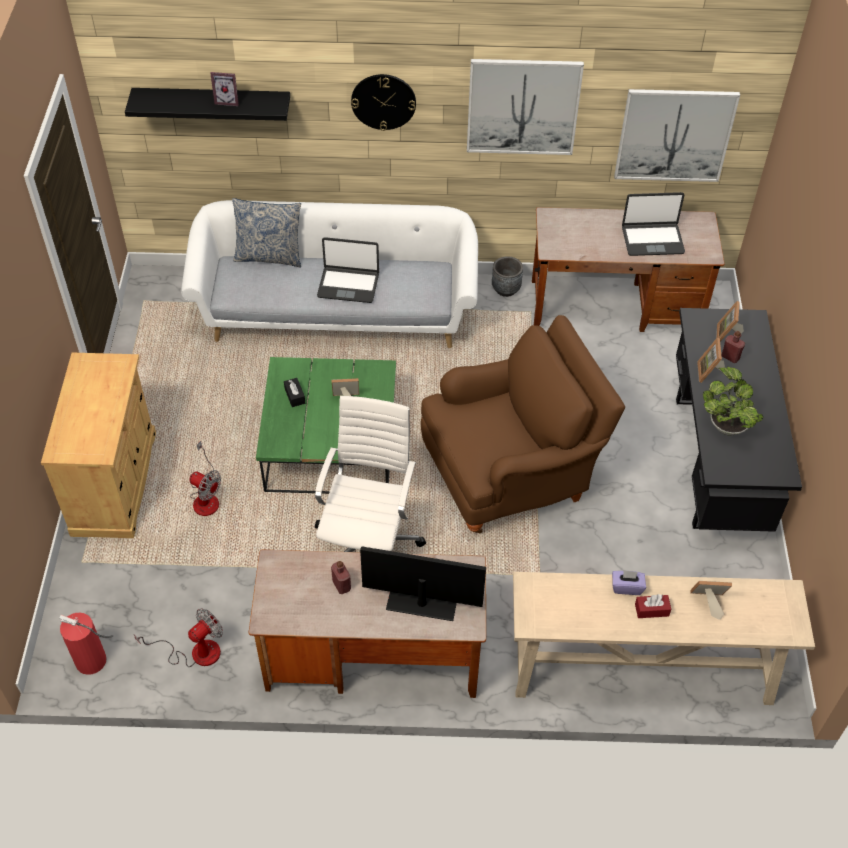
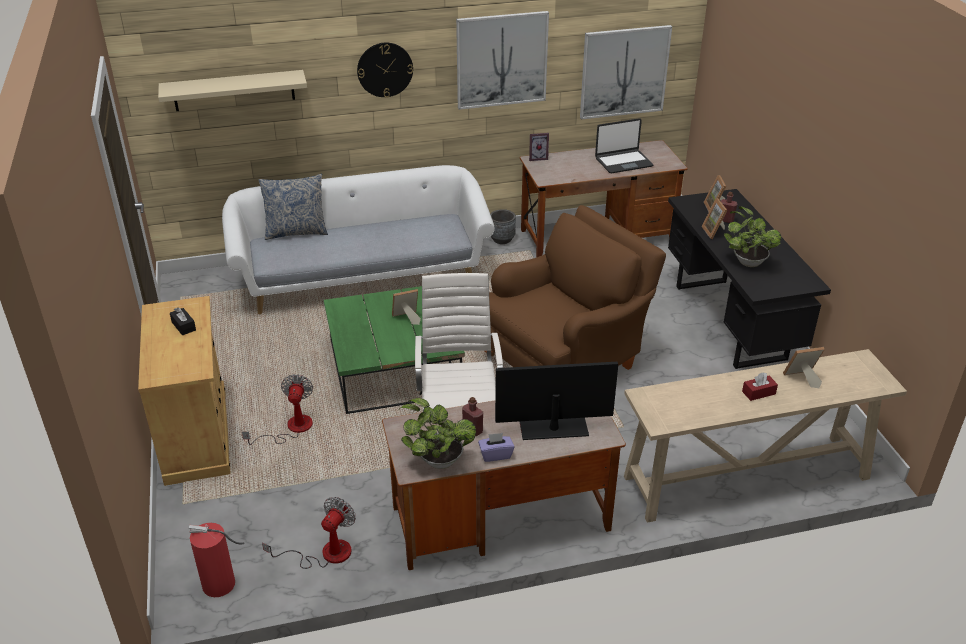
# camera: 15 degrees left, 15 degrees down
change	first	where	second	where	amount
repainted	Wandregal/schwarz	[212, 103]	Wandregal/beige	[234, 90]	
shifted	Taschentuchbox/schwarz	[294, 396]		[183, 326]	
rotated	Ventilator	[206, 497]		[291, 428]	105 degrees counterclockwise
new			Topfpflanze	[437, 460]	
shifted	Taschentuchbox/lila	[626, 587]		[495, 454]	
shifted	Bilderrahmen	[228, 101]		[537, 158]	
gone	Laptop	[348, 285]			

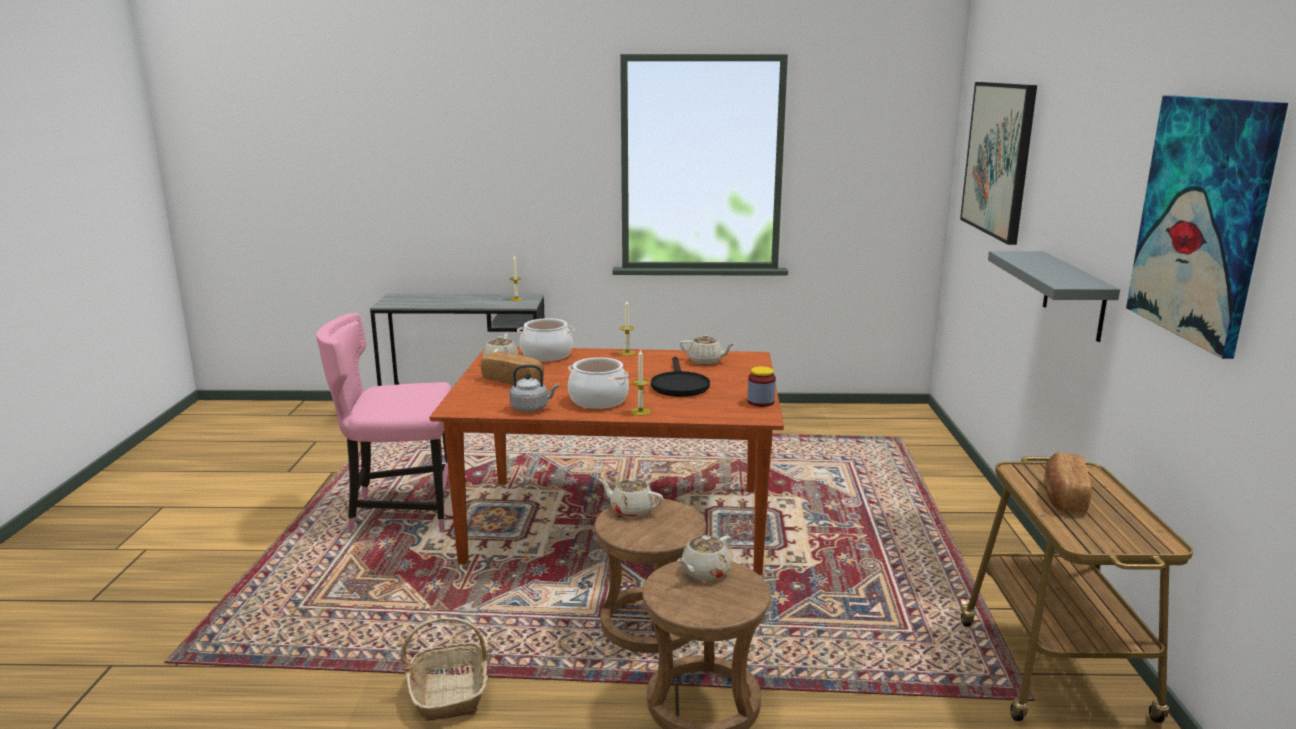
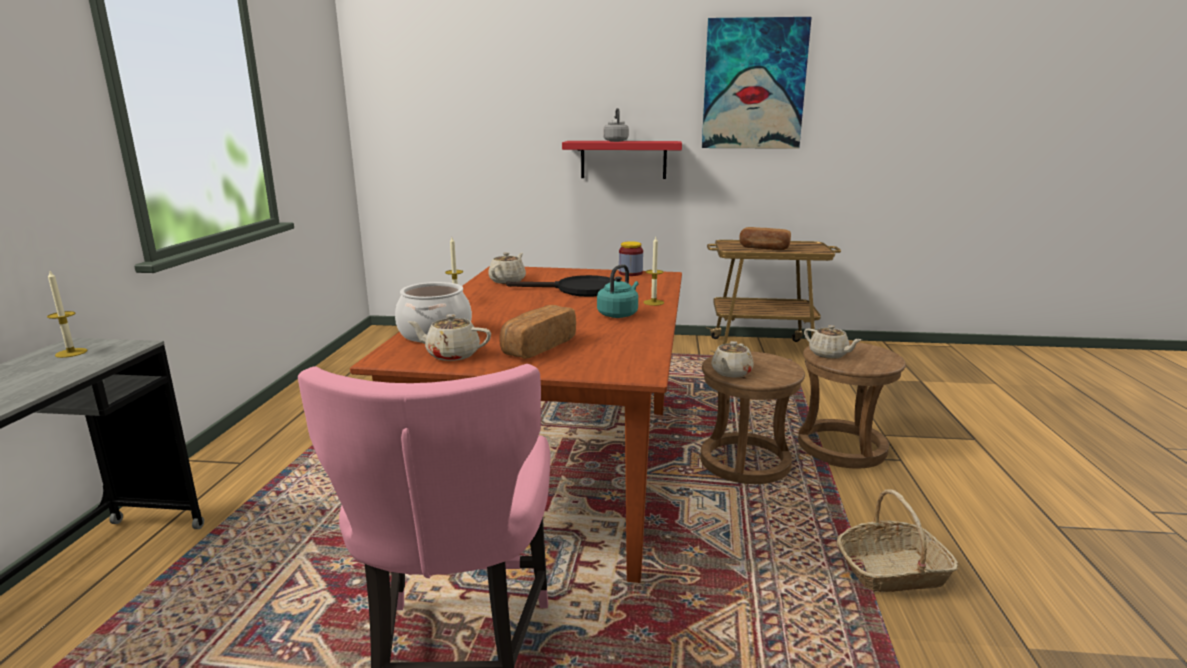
# camera: 85 degrees left, 0 degrees up
change	first	where	second	where	amount
repainted	Wandregal/grau	[1074, 295]	Wandregal/rot	[623, 159]	
swapped	Kochtopf	[599, 400]	Wasserkessel/türkis	[619, 314]	
shifted	Wasserkessel/grau	[531, 408]		[615, 141]	
gone	Bild	[998, 159]			

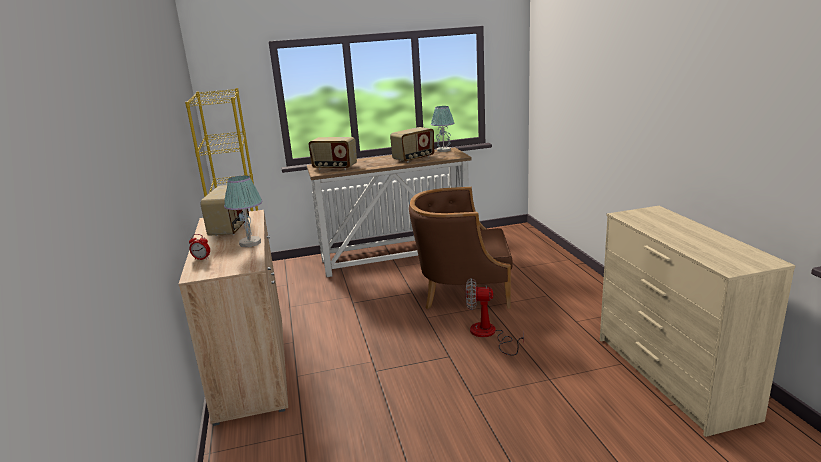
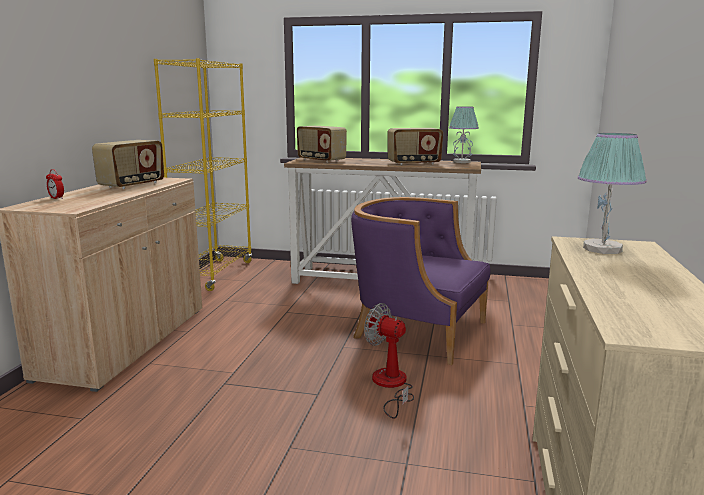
# camera: 25 degrees right, 5 degrees down
change	first	where	second	where	amount
repainted	Sessel/braun	[463, 290]	Sessel/lila	[417, 330]	
shifted	Tischlampe	[250, 243]		[603, 249]	

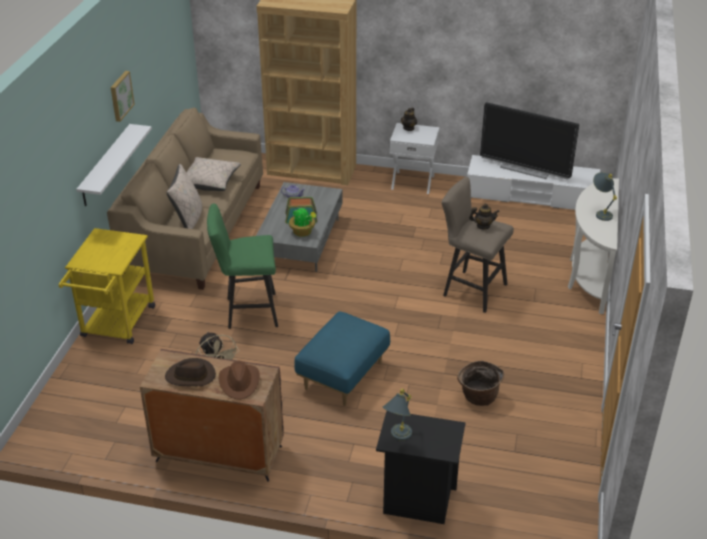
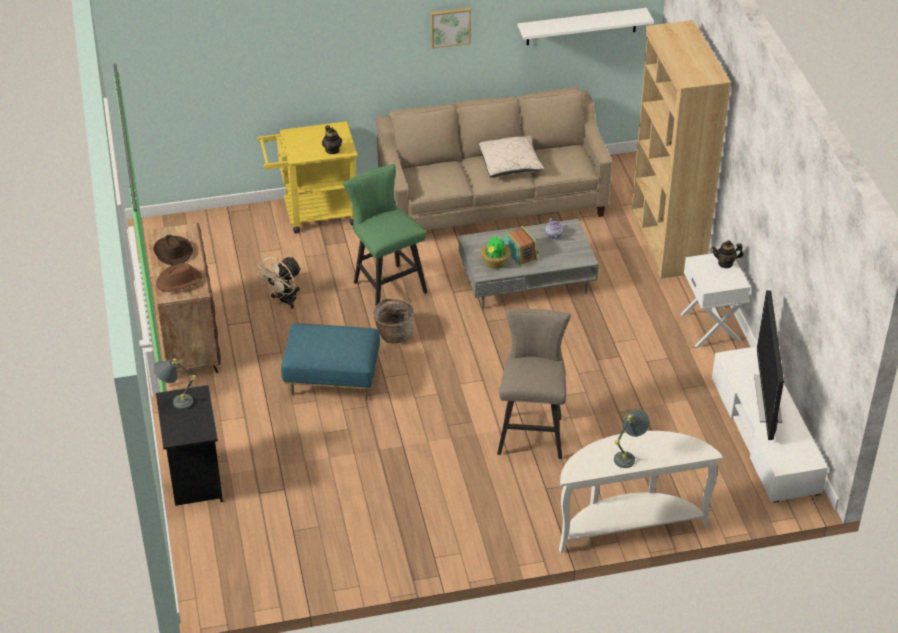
# camera: 65 degrees right, 5 degrees up
change	first	where	second	where	amount
shifted	Teekanne	[483, 226]		[332, 150]	
shifted	Korb	[478, 397]		[393, 334]	
shifted	Wandregal/weiß	[106, 165]		[581, 26]	
gone	Kissen/beige	[188, 219]			

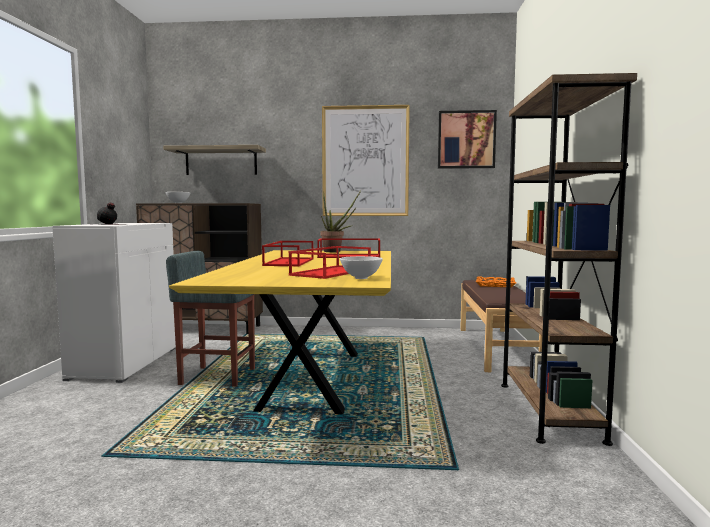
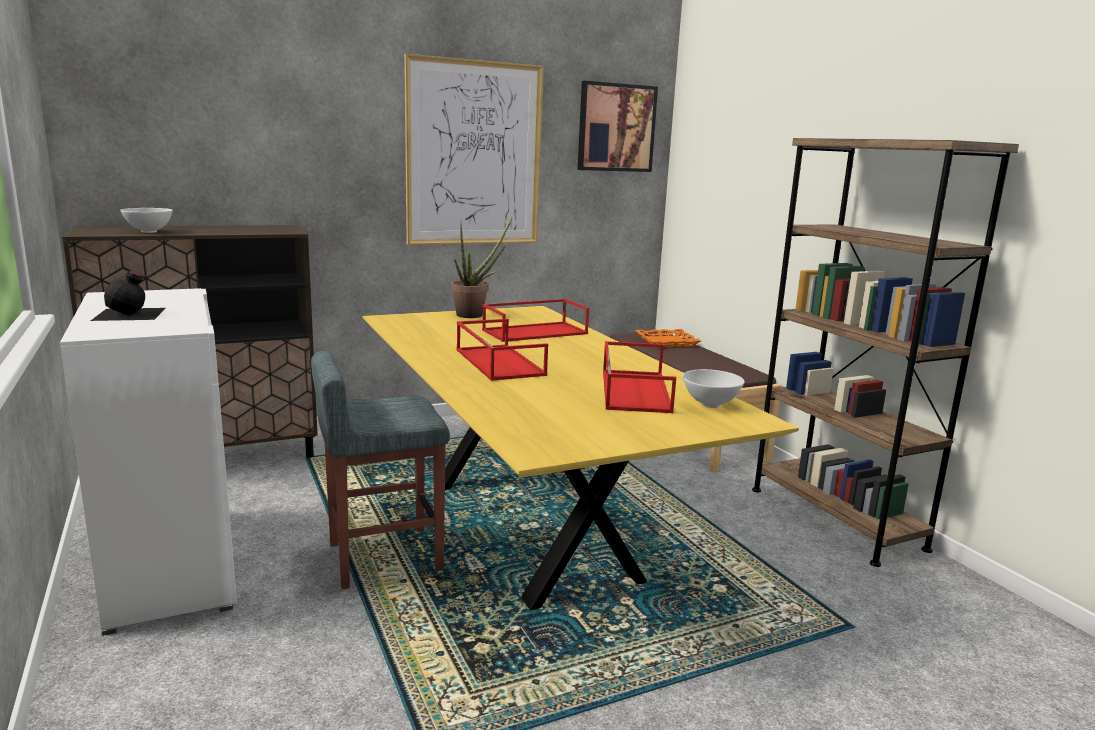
# camera: 30 degrees left, 10 degrees up
change	first	where	second	where	amount
gone	Wandregal	[221, 161]			

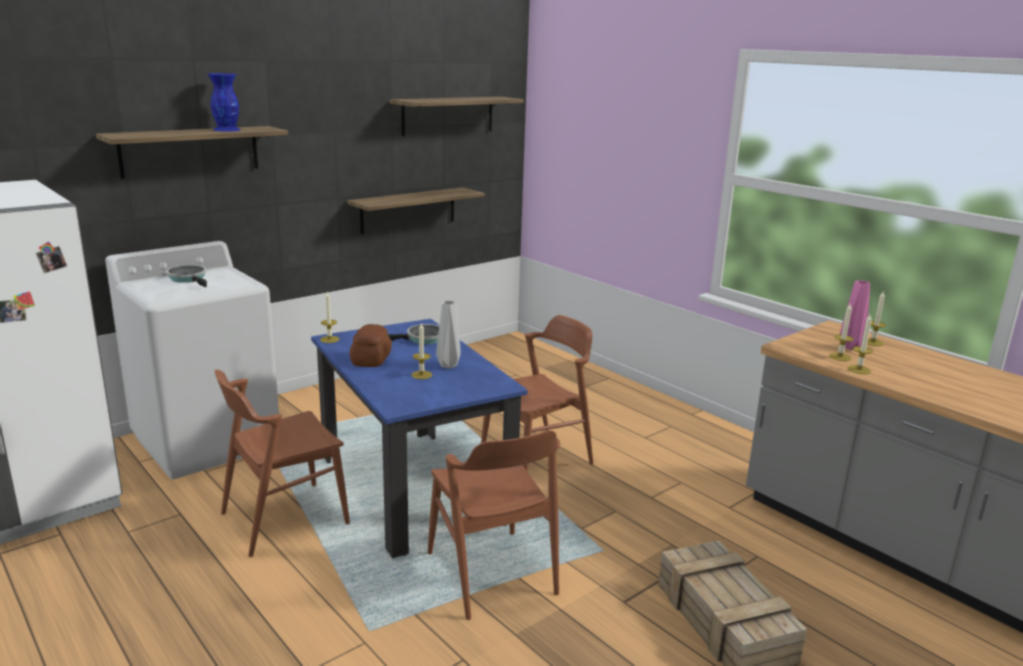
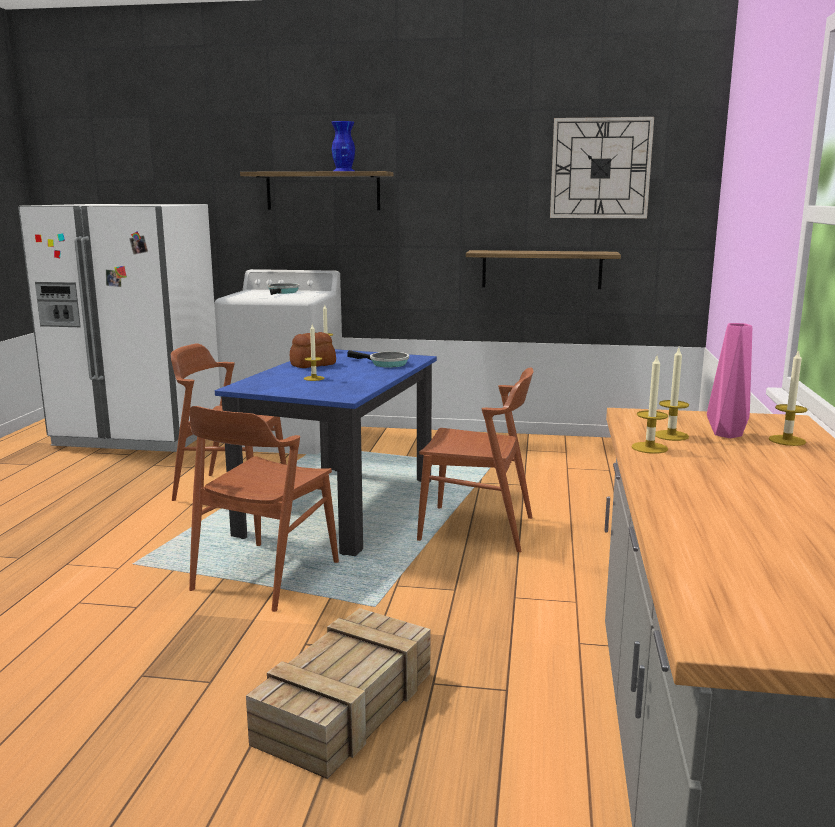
# camera: 50 degrees right, 5 degrees down
change	first	where	second	where	amount
swapped	Wandregal	[448, 115]	Wanduhr	[600, 168]	
gone	Vase/grau	[449, 366]			

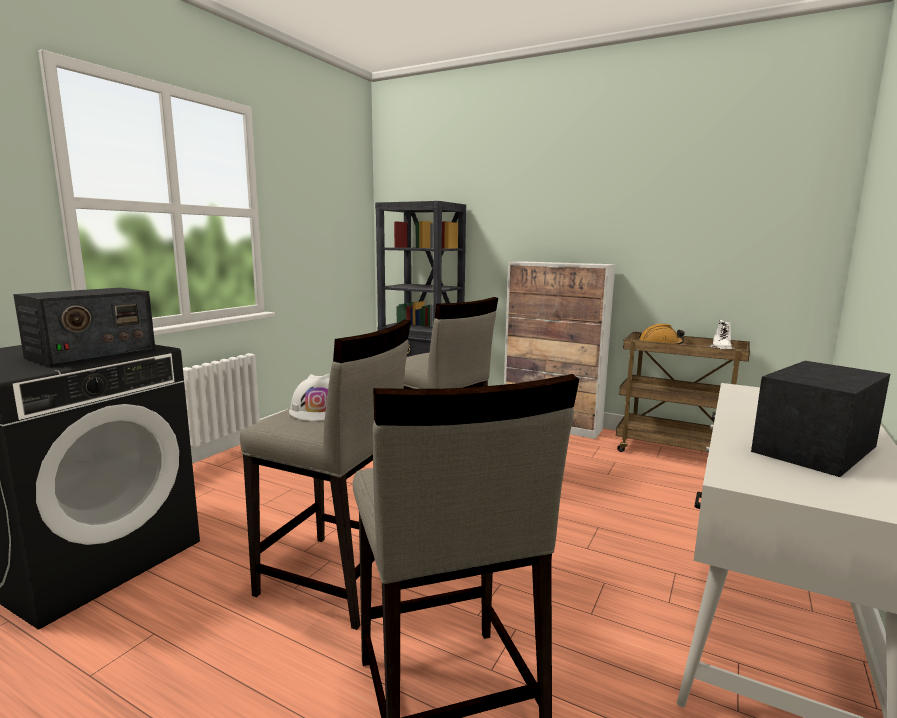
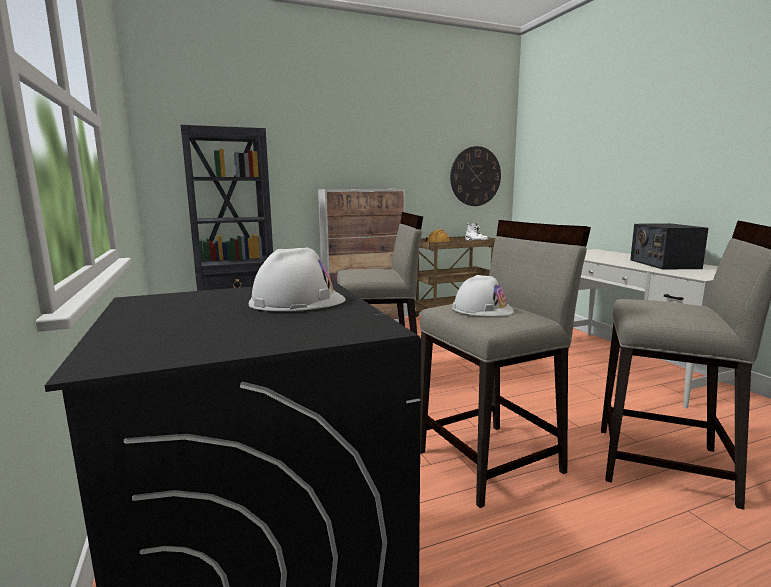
# camera: 50 degrees left, 0 degrees up
change	first	where	second	where	amount
swapped	Radio	[91, 354]	Schutzhelm/weiß	[297, 301]	
new			Wanduhr	[475, 176]	

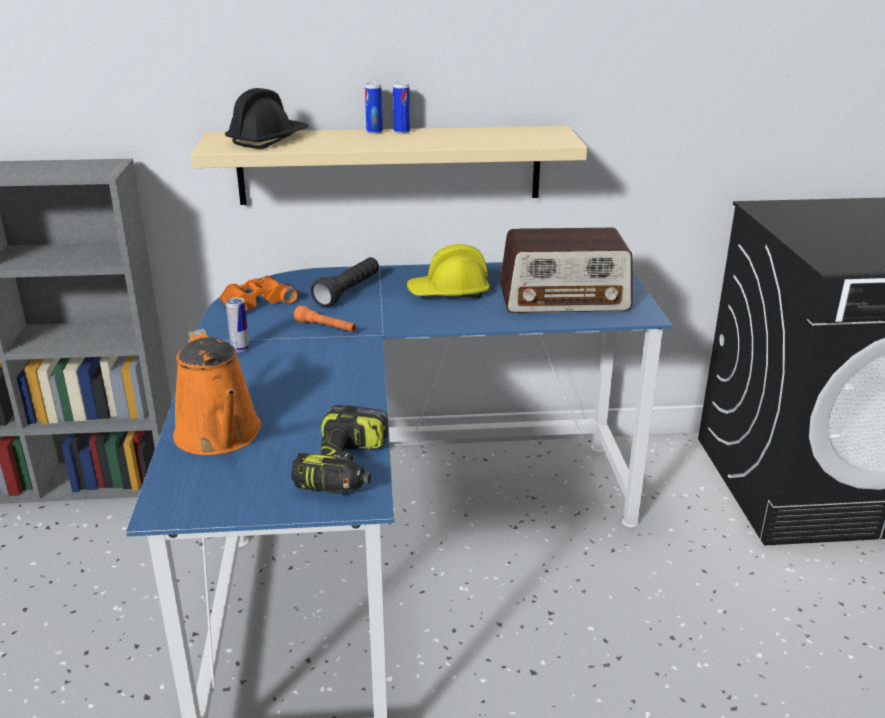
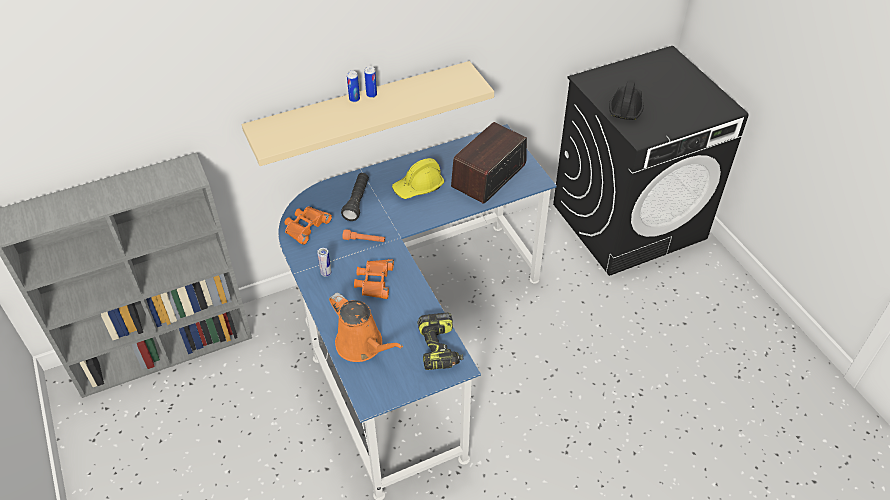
# camera: 20 degrees left, 20 degrees up
change	first	where	second	where	amount
new			Fernglas/orange	[374, 281]	
rotated	Radio	[564, 299]		[488, 176]	150 degrees clockwise
shifted	Schutzhelm/schwarz	[268, 140]		[625, 107]	

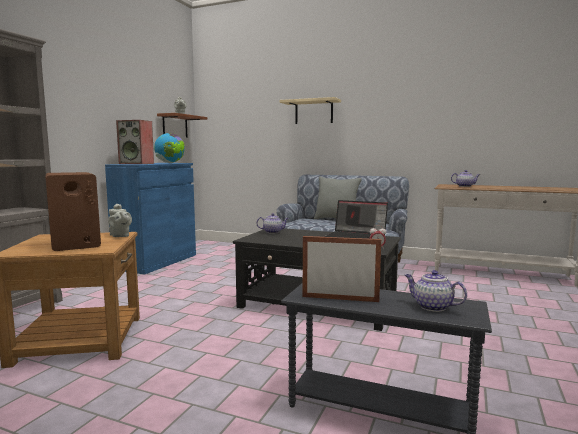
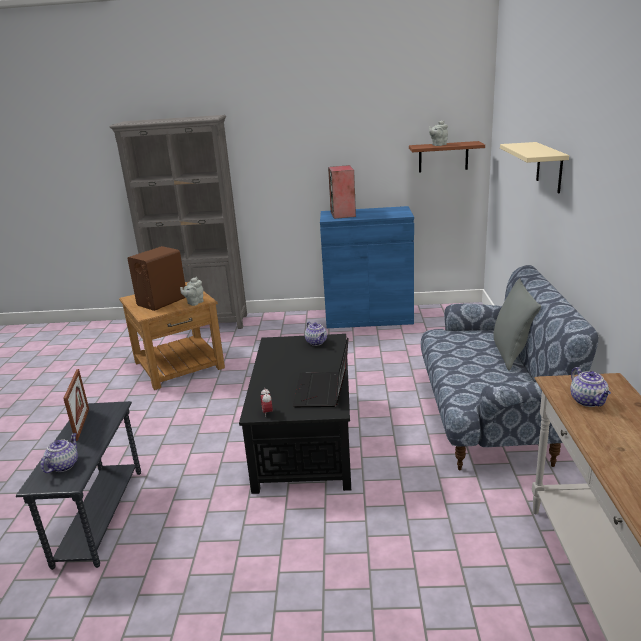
# camera: 70 degrees right, 15 degrees up
change	first	where	second	where	amount
gone	Globus	[170, 163]			

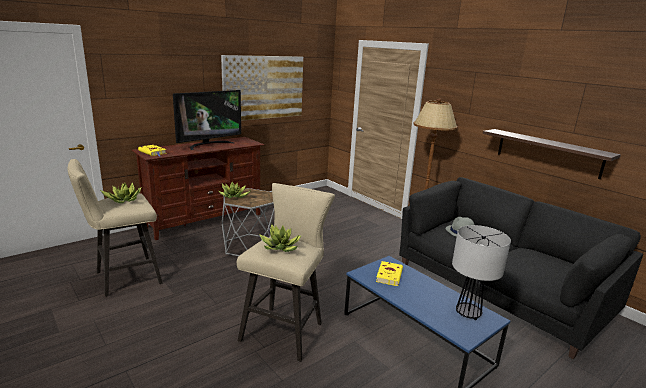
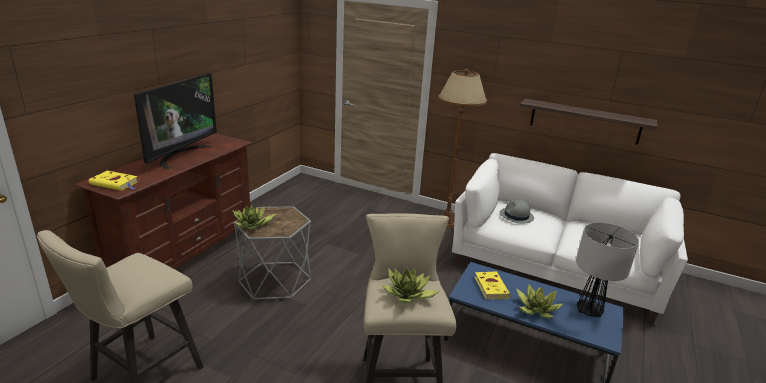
# camera: 25 degrees left, 5 degrees up
change	first	where	second	where	amount
repainted	Sofa/schwarz	[499, 289]	Sofa/weiß	[555, 266]	
shifted	Topfpflanze	[124, 199]		[535, 309]	
gone	Bild	[264, 87]			

